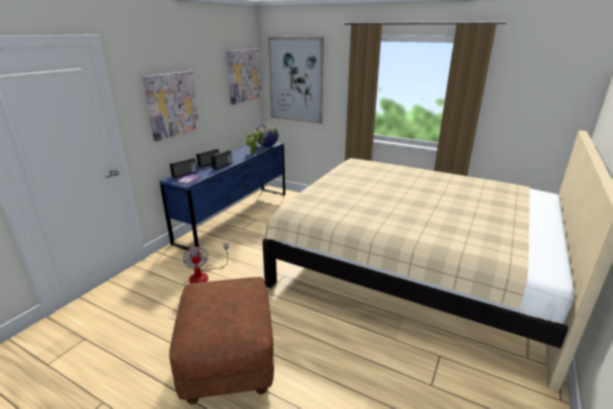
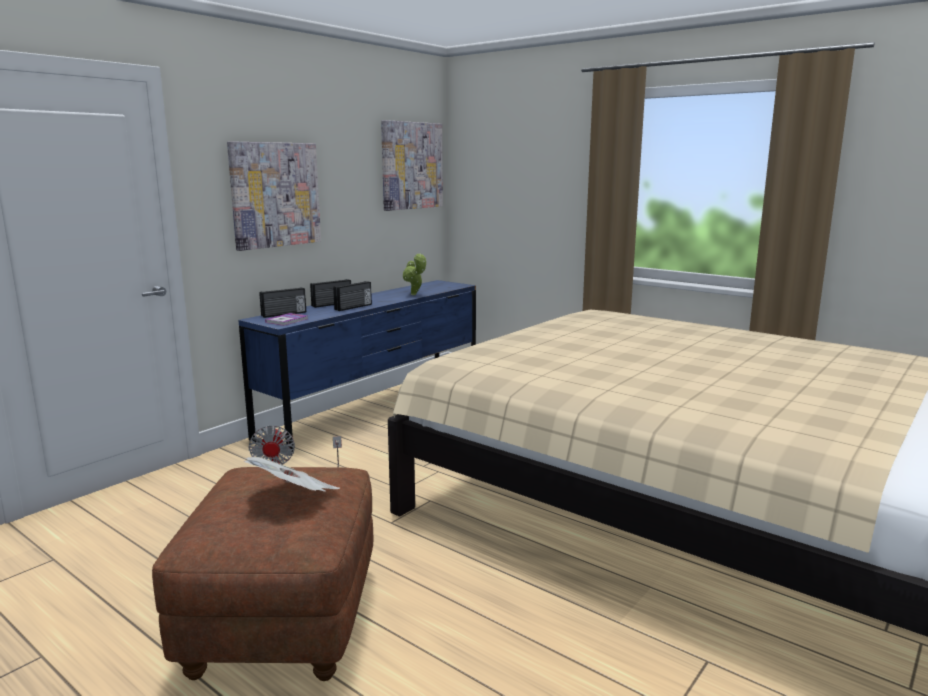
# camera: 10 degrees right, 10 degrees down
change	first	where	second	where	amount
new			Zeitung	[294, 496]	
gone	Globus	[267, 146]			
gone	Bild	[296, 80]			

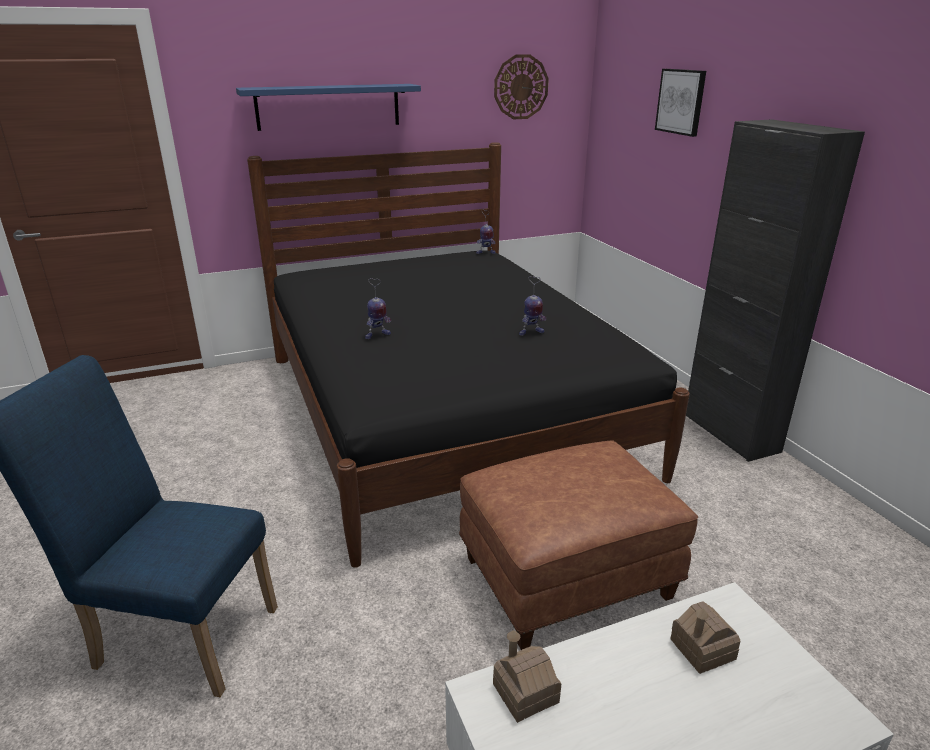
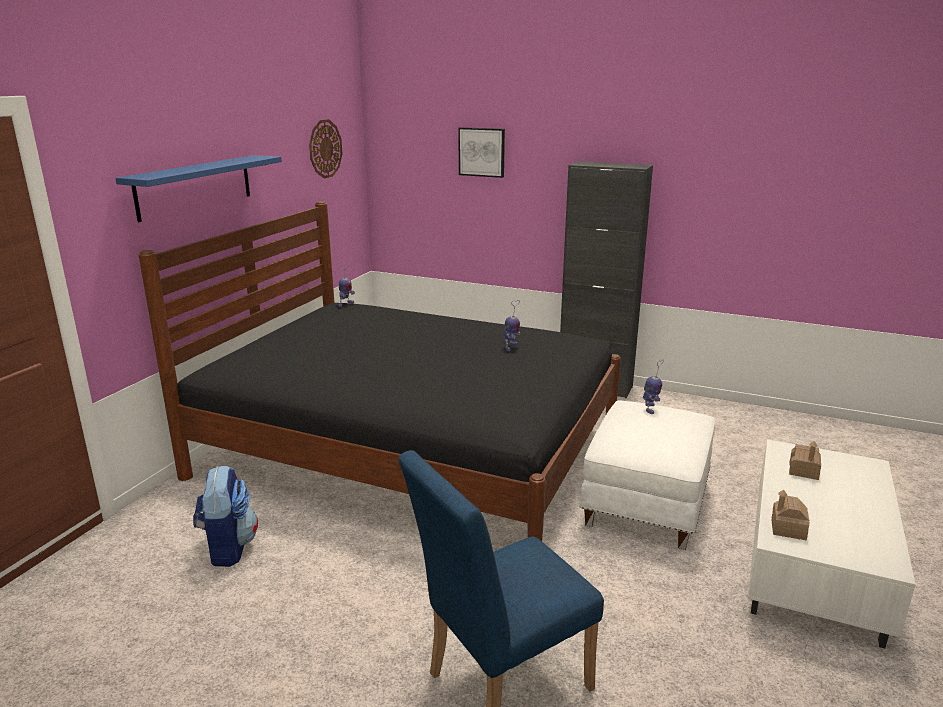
# camera: 45 degrees left, 5 degrees down
change	first	where	second	where	amount
new			Rucksack	[228, 548]	
repainted	Polsterhocker/braun	[567, 576]	Polsterhocker/weiß	[645, 502]	
shifted	Spielzeugroboter	[377, 335]		[650, 409]	

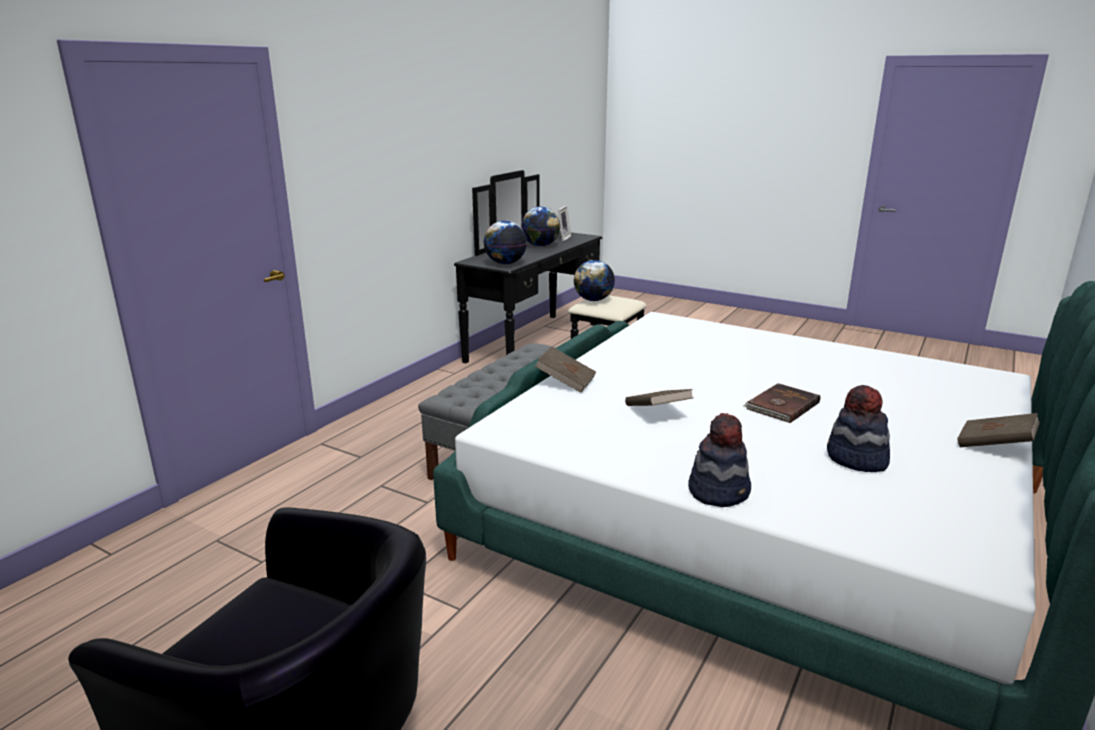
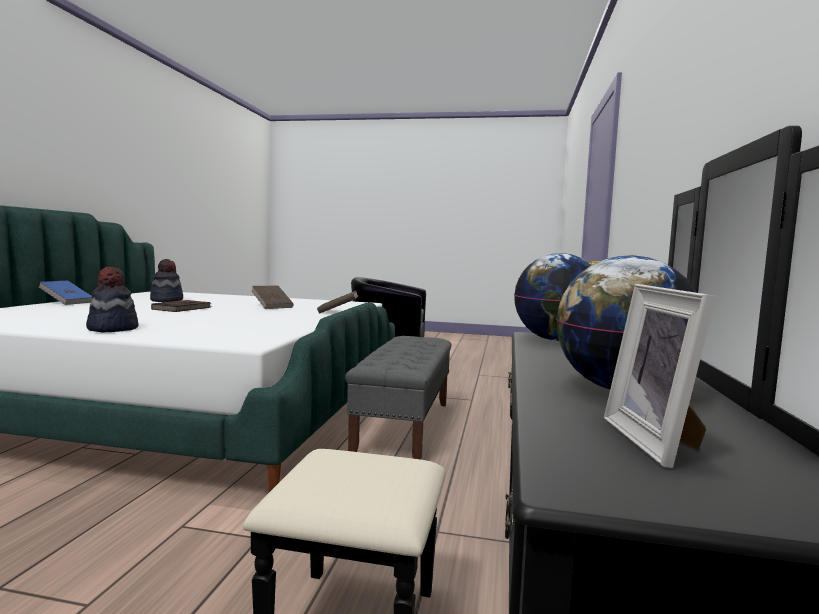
# camera: 160 degrees right, 15 degrees down
change	first	where	second	where	amount
repainted	Buch/braun	[994, 446]	Buch/blau	[67, 302]	
shifted	Hut	[719, 491]		[112, 329]	
gone	Globus	[593, 300]			

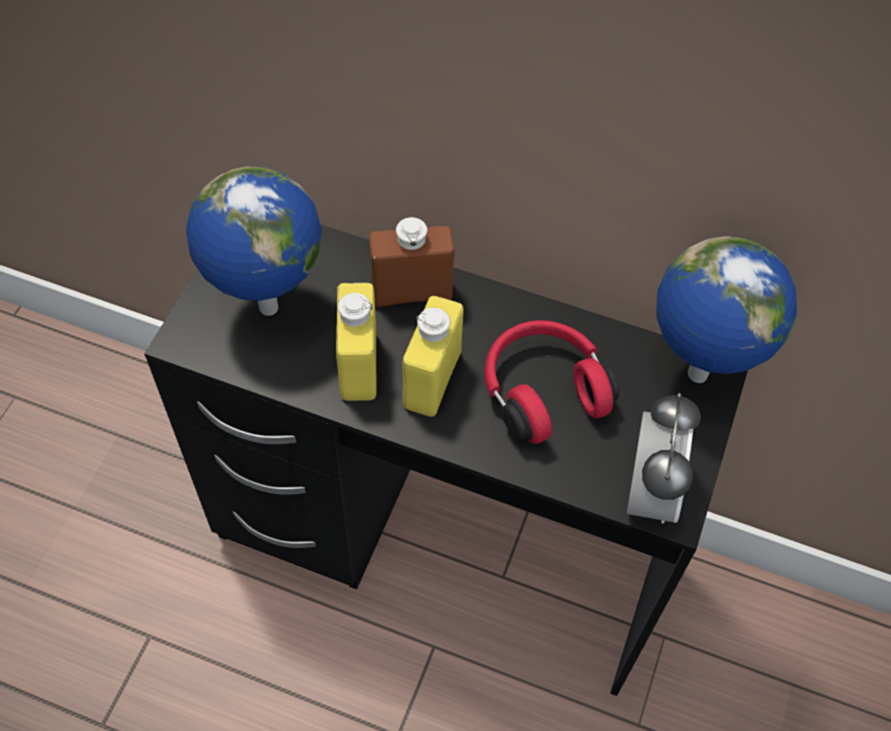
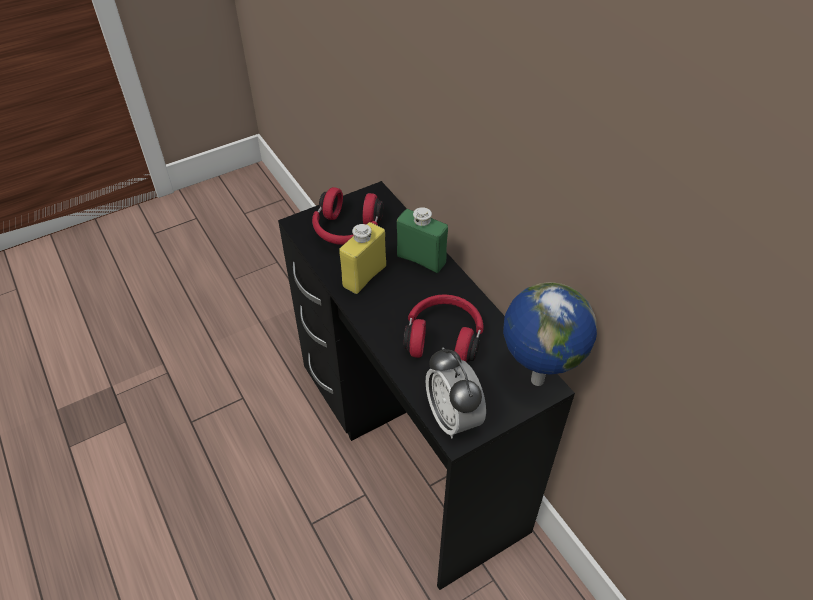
# camera: 40 degrees right, 10 degrees down
change	first	where	second	where	amount
swapped	Globus	[266, 309]	Kopfhörer/rot	[347, 230]	
repainted	Flasche/braun	[411, 292]	Flasche/grün	[421, 259]	
rotated	Wecker	[649, 492]		[453, 418]	105 degrees clockwise
gone	Flasche/gelb	[432, 380]			

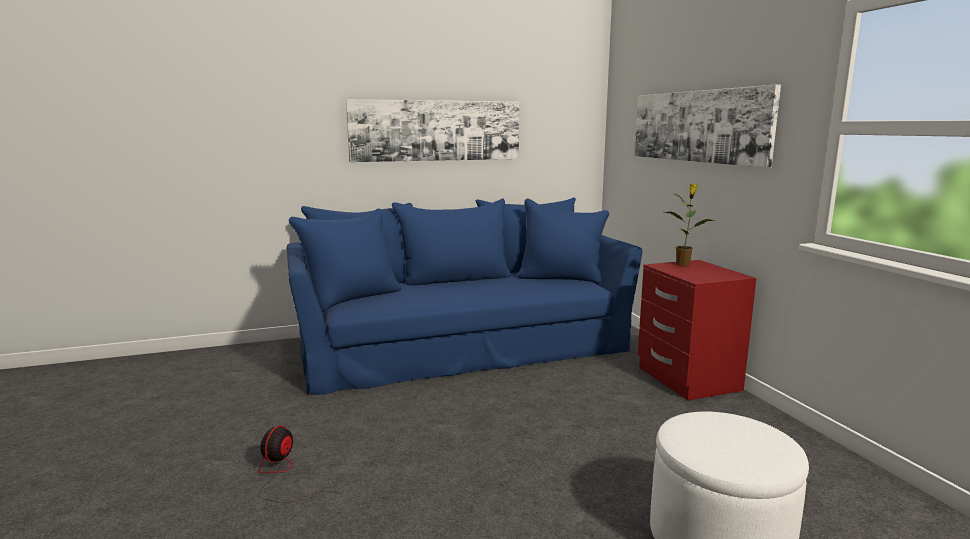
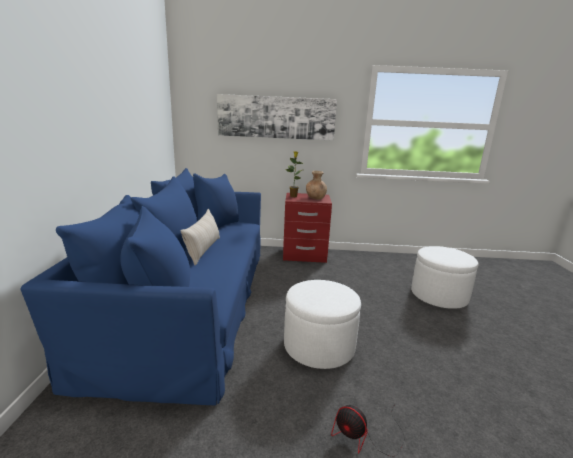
# camera: 70 degrees left, 5 degrees up
change	first	where	second	where	amount
new			Kissen/beige	[203, 250]	
new			Polsterhocker/weiß	[319, 346]	
new			Vase/braun	[316, 198]	
gone	Bild	[436, 130]			

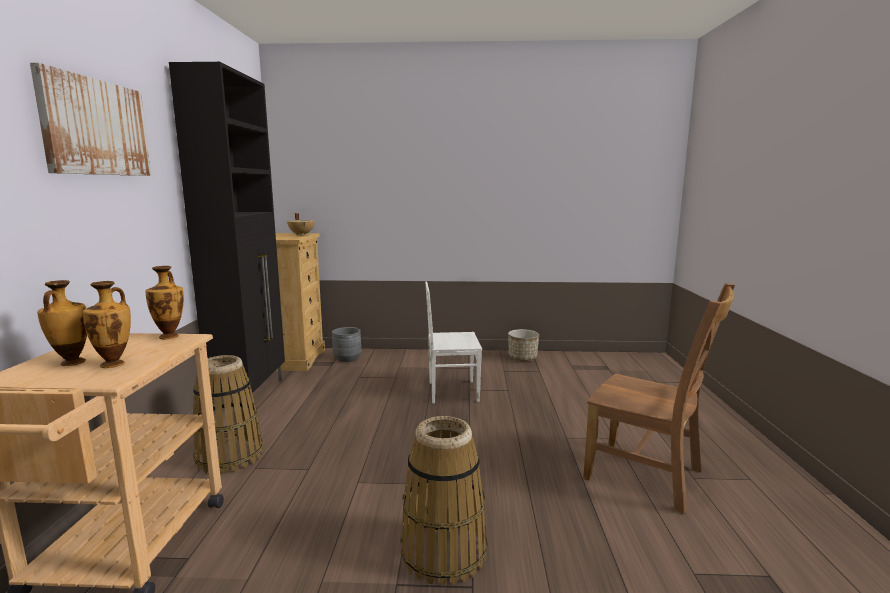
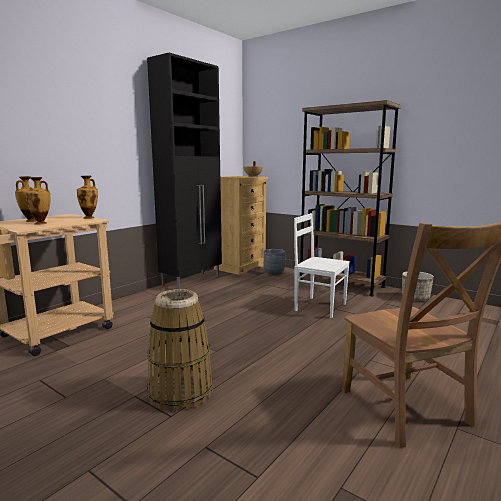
# camera: 35 degrees right, 0 degrees up
change	first	where	second	where	amount
new			Bücherregal/braun	[341, 284]	
gone	Bild	[96, 127]			
gone	Korb	[230, 456]			

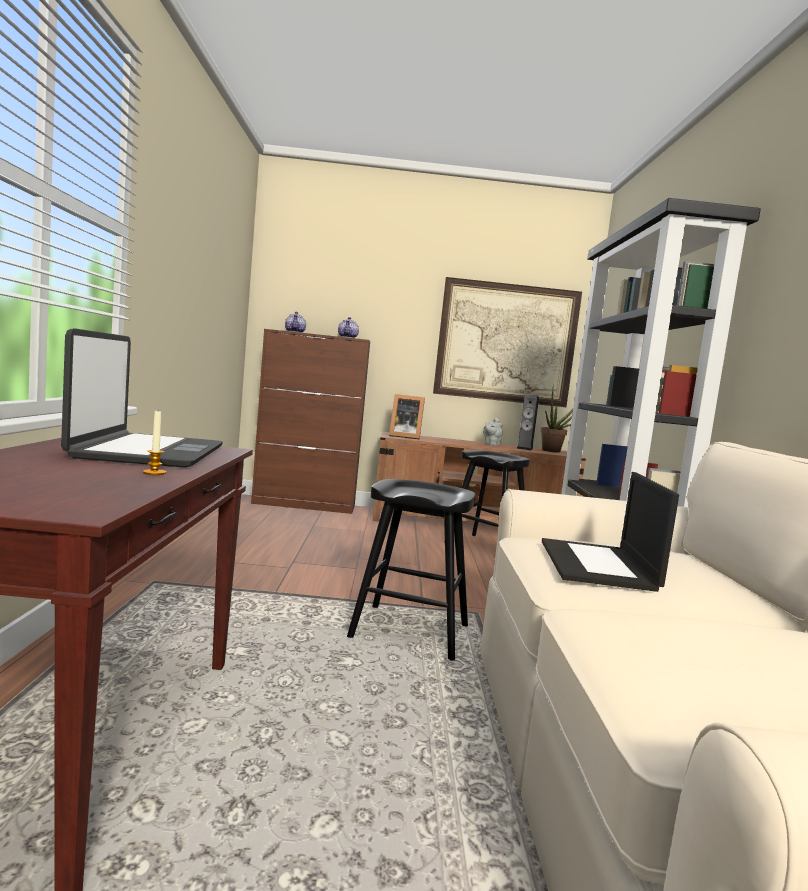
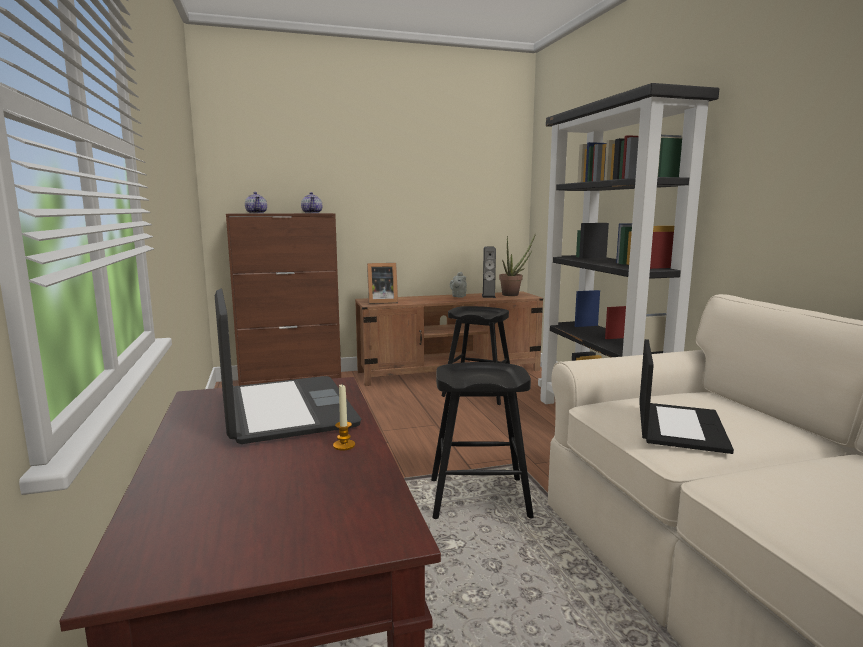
# camera: 15 degrees left, 5 degrees up
change	first	where	second	where	amount
rotated	Laptop	[598, 565]		[679, 426]	150 degrees counterclockwise
gone	Bild	[506, 343]			

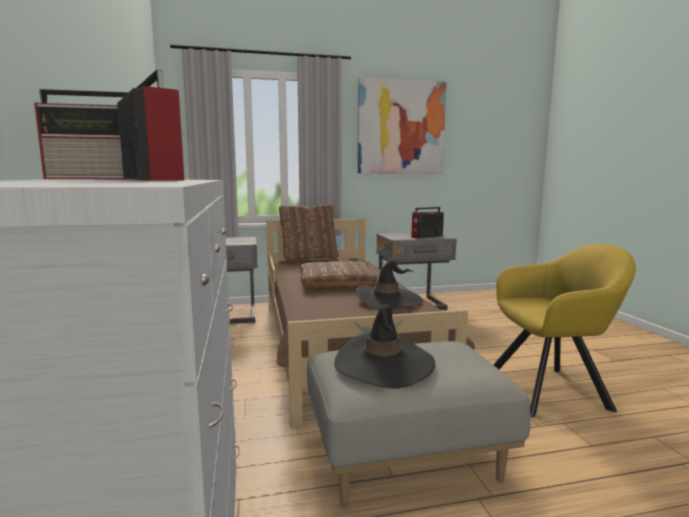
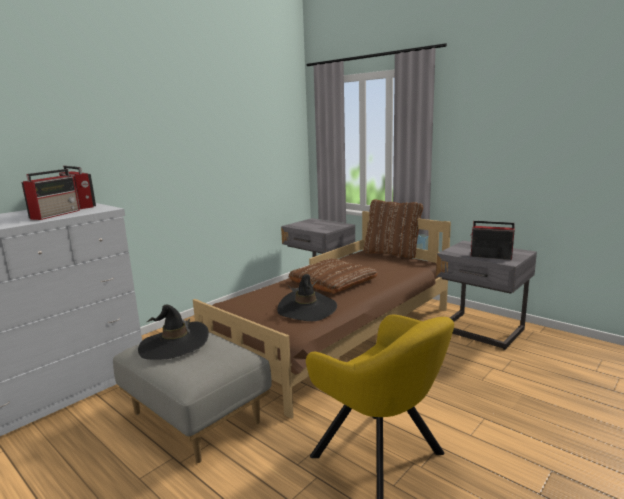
# camera: 55 degrees right, 5 degrees up
change	first	where	second	where	amount
gone	Bild	[401, 127]			

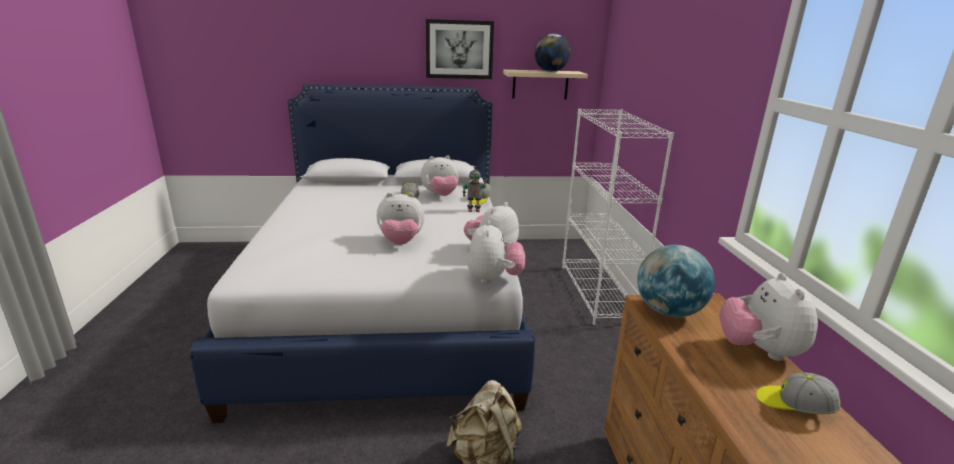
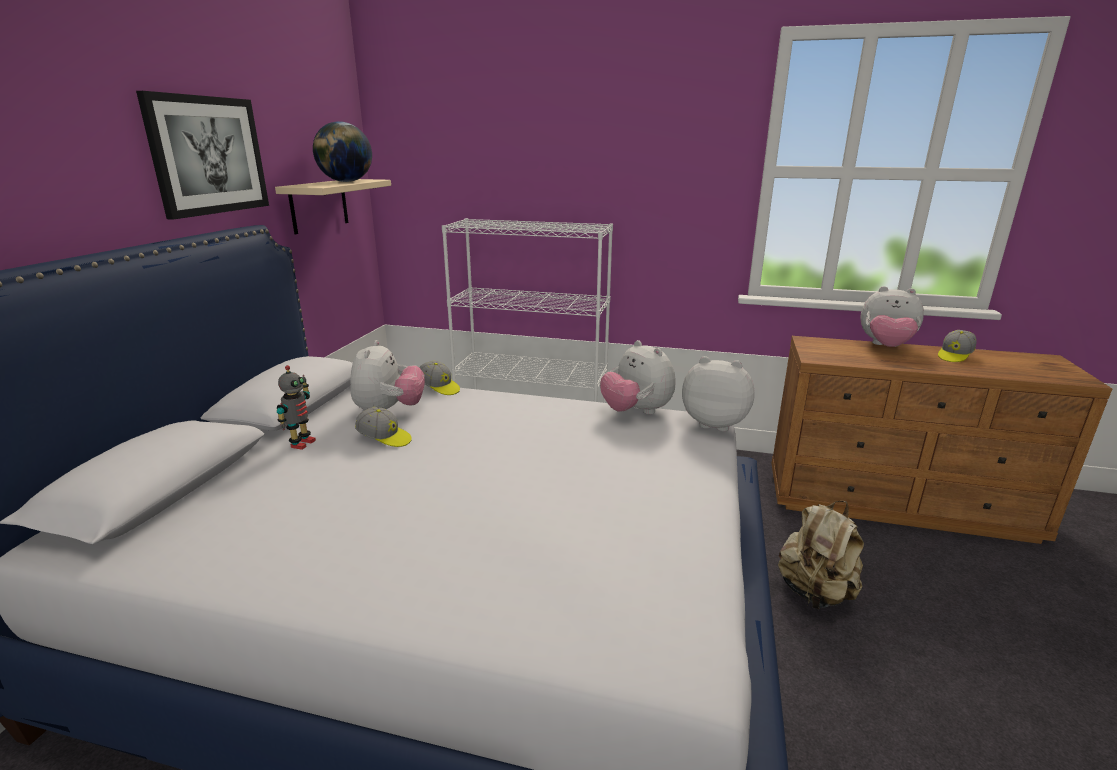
# camera: 70 degrees left, 0 degrees up
change	first	where	second	where	amount
shifted	Spielzeugroboter	[473, 210]		[301, 443]	
gone	Plüschtier	[401, 242]			
gone	Globus	[668, 311]			

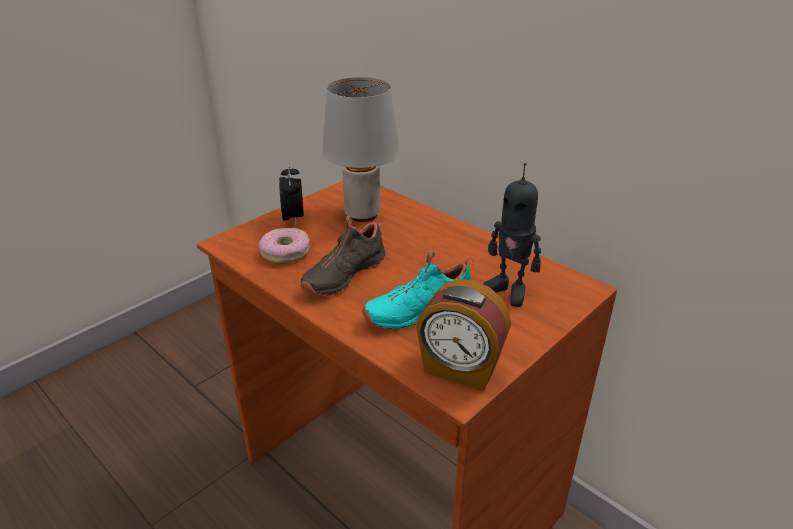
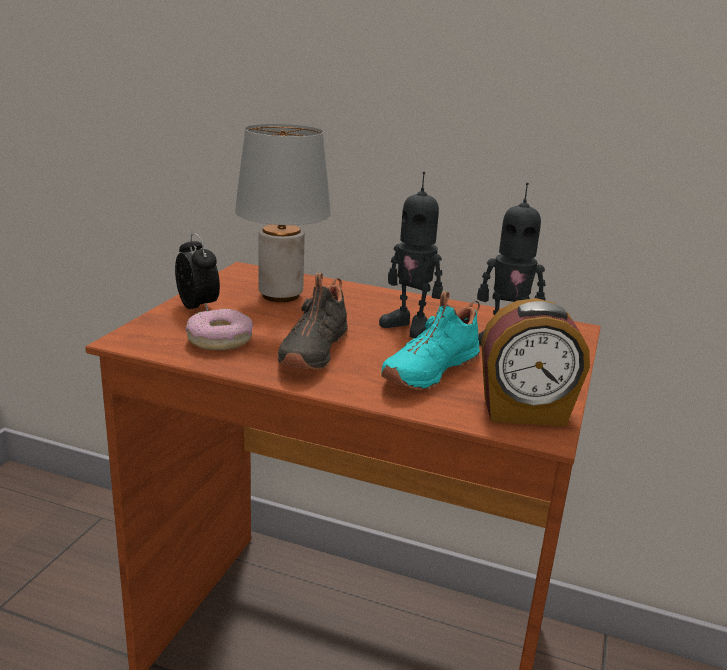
# camera: 25 degrees left, 10 degrees down
change	first	where	second	where	amount
new			Spielzeugroboter	[409, 326]	

